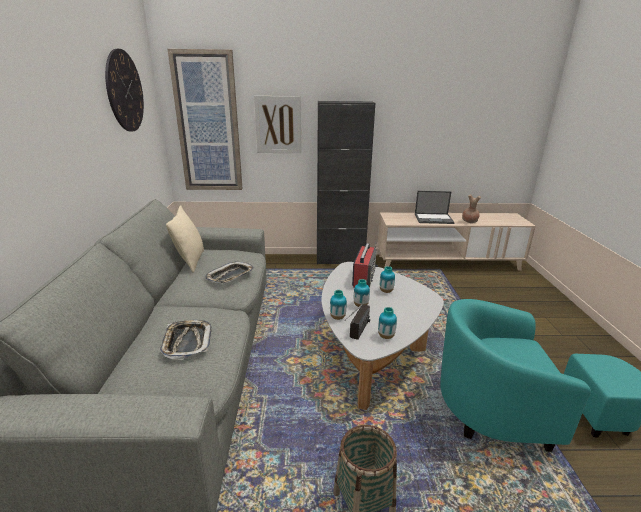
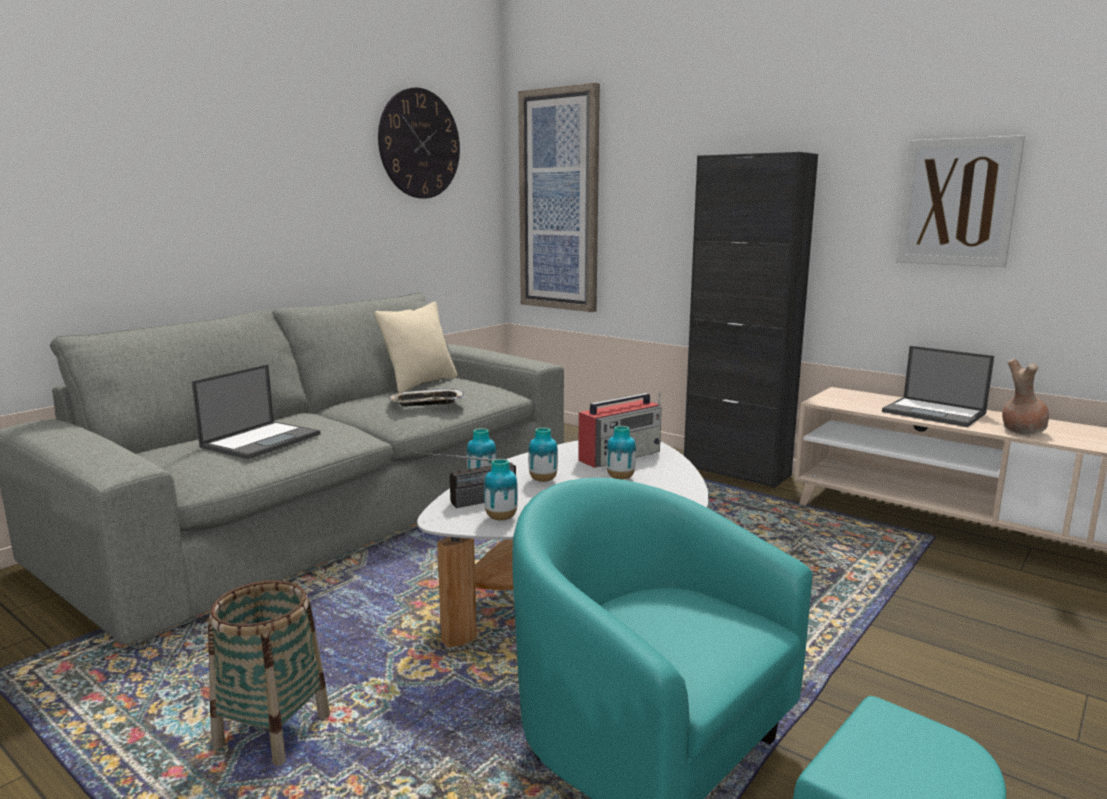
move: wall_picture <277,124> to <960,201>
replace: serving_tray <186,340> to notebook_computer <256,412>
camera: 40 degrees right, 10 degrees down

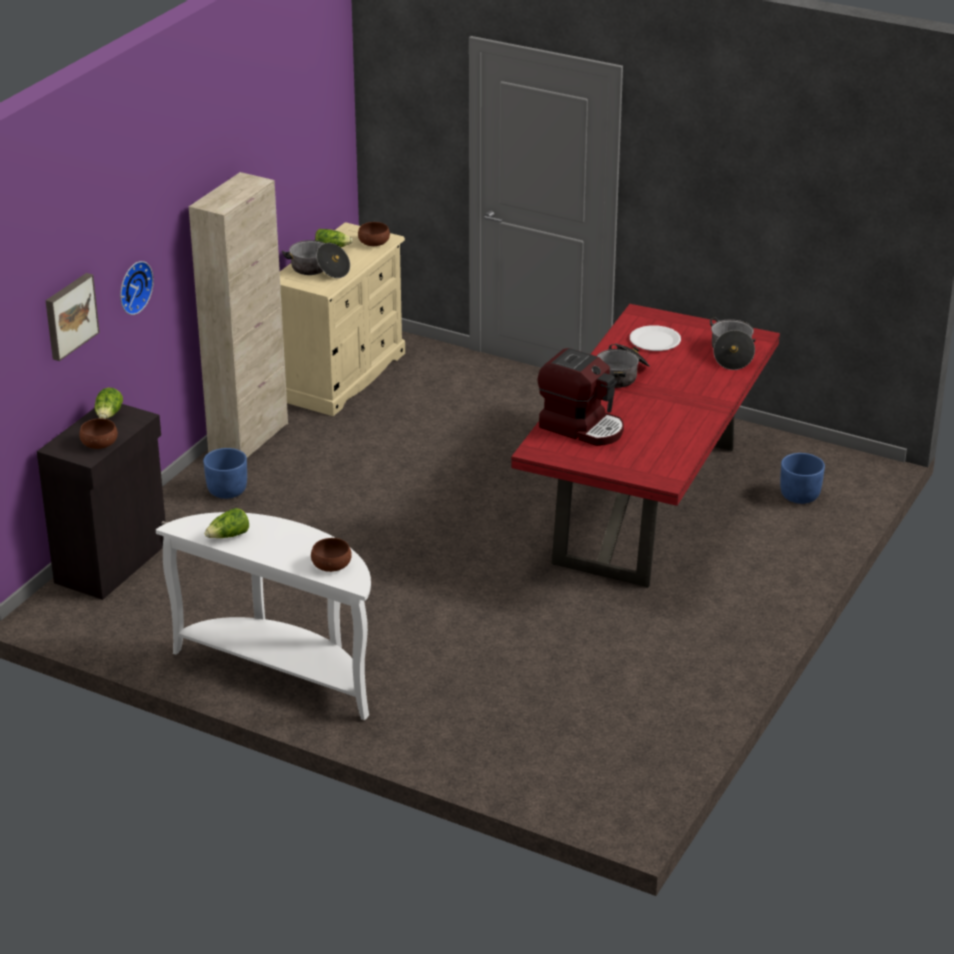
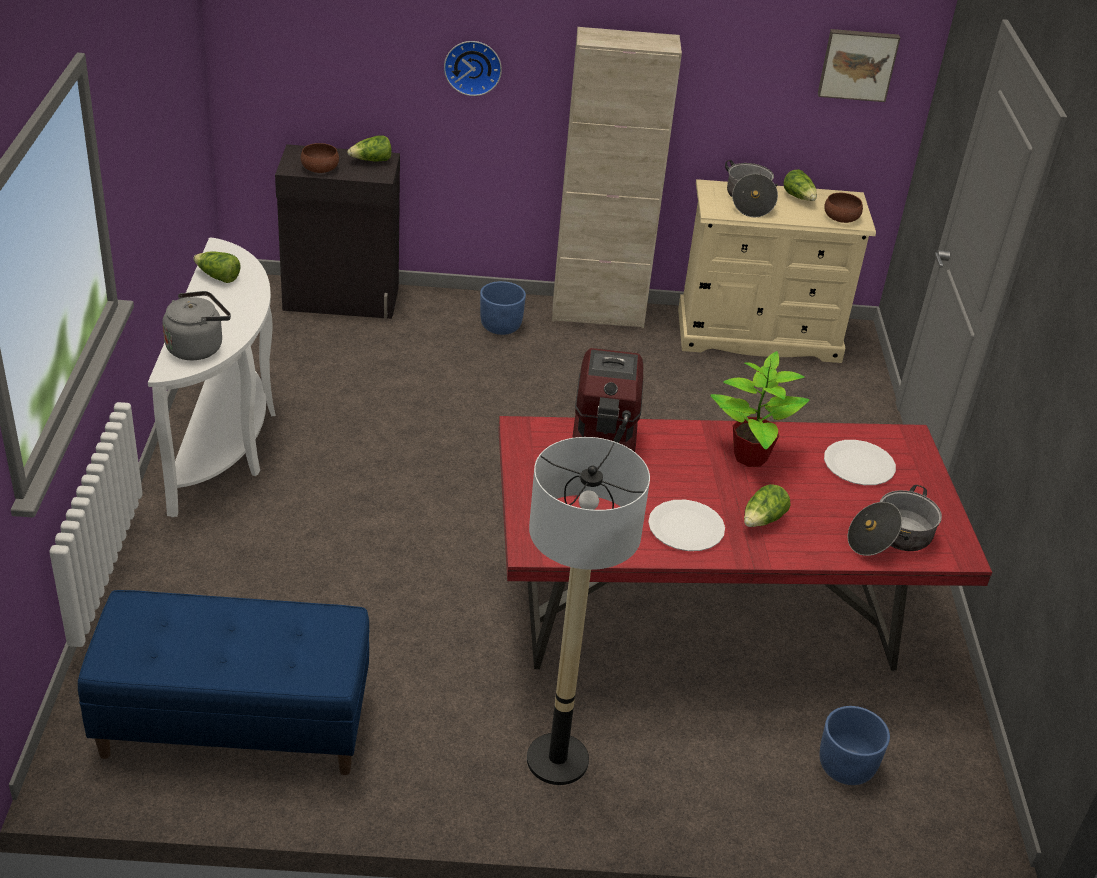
insert: blue_indoor_bench <223,682>; standing_lamp <588,611>; whitish_plate <686,525>; head_of_lettuce <767,505>
move: wall_picture <72,317> to <859,65>
replace: brownish_serving_bowl <331,555> to grey_kettle <197,325>; cooking_pot <623,365> to plant_in_a_pot <759,409>
camera: 60 degrees right, 5 degrees up

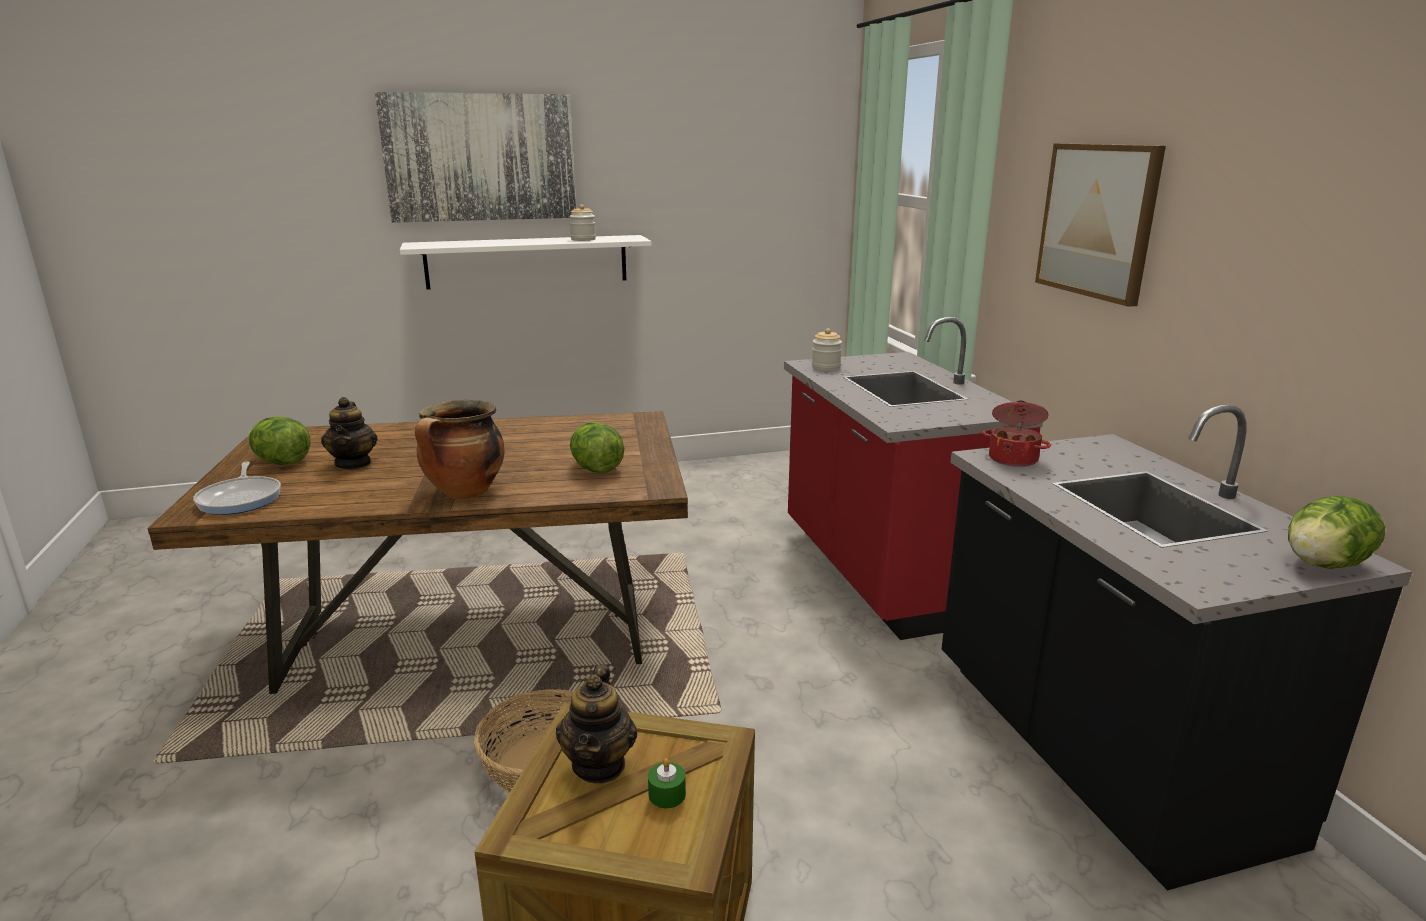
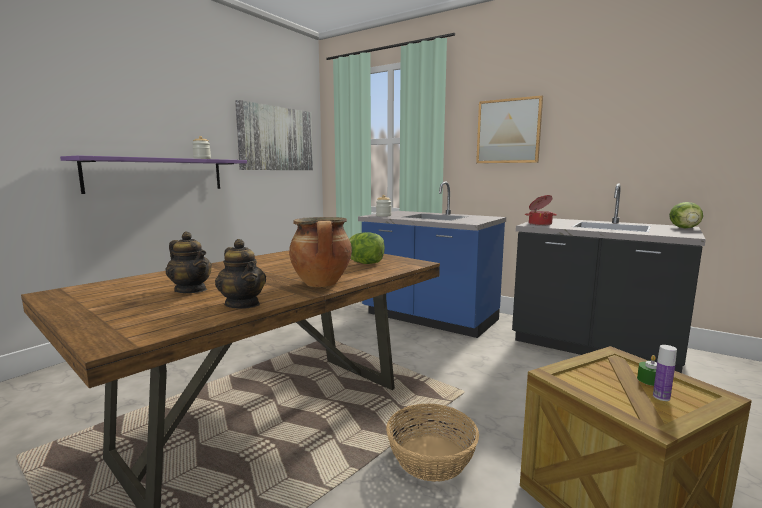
delete: skillet <237,488>; head_of_lettuce <278,441>
insert: bottle <665,373>
move: tea_pot <596,724> to <240,274>; wall_picture <475,157> to <274,135>
recolor: whitish_bracket_shelf <526,262> to purplish_bracket_shelf <153,174>; red-coloured_kitchen_counter <913,478> to blue_kitchen_counter <432,260>
camera: 40 degrees left, 10 degrees down

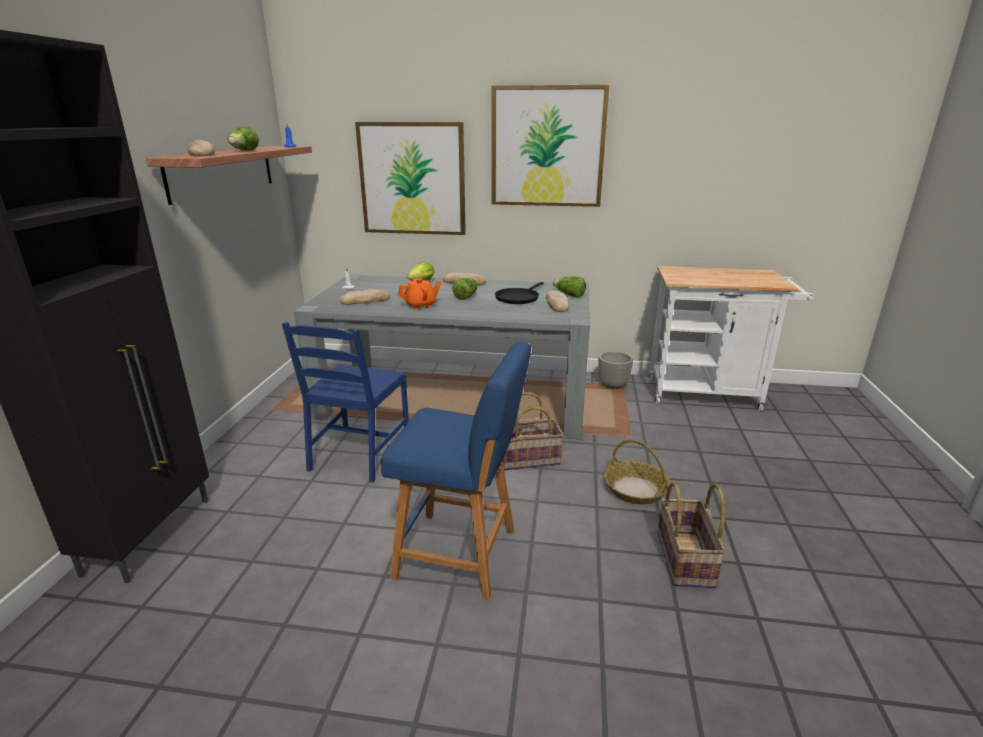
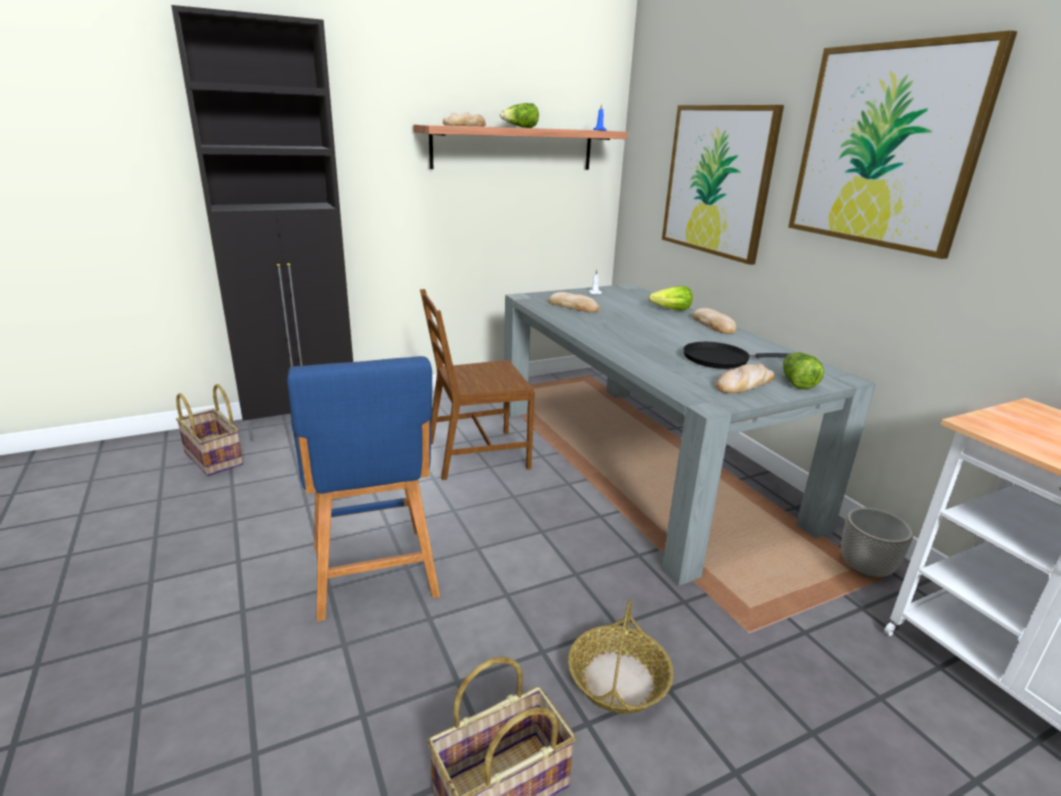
delete: orangey_tea_pot <419,294>; head_of_lettuce <464,289>
move: household_basket <533,431> to <209,430>
recolor: blue_plain_chair <345,402> to brownish_plain_chair <477,384>
camera: 55 degrees right, 0 degrees up

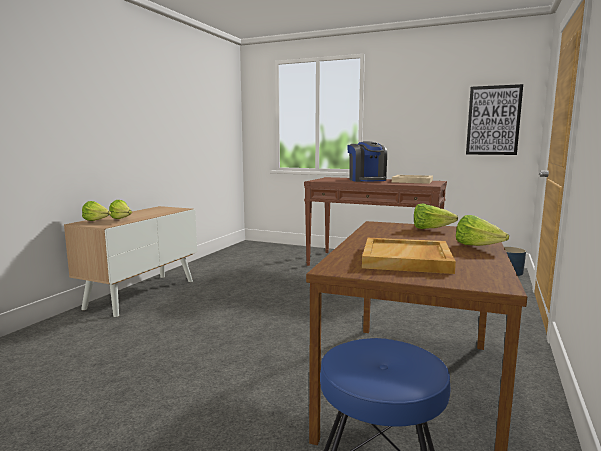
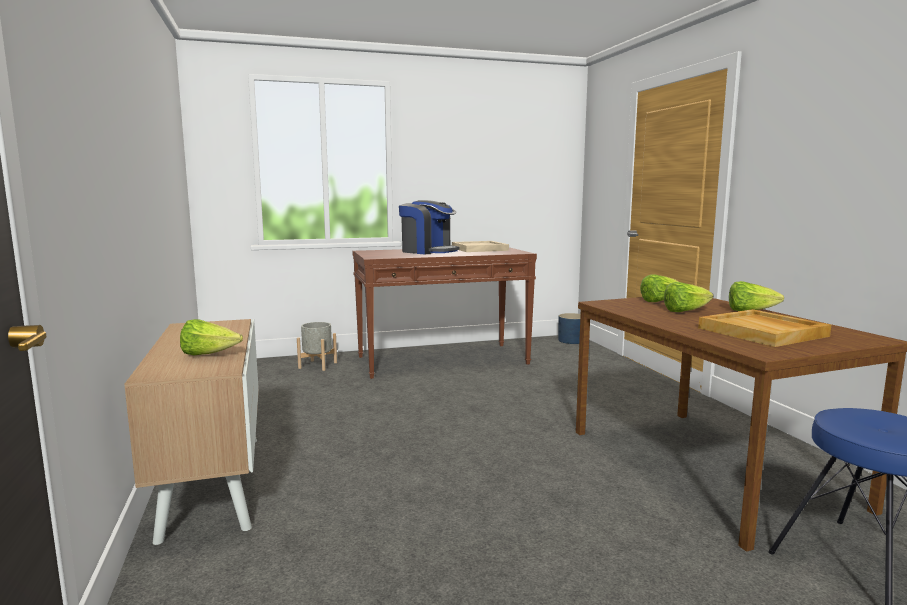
delete: wall_picture <494,119>
insert: grey_flower_pot <317,346>
move: head_of_lettuce <96,211> to <688,297>
camera: 40 degrees left, 0 degrees up

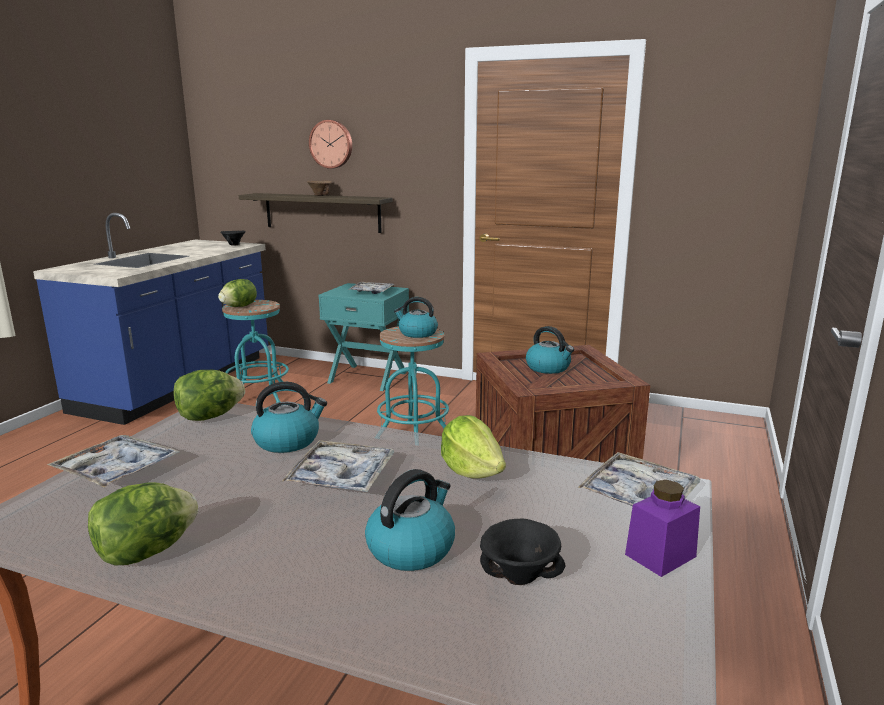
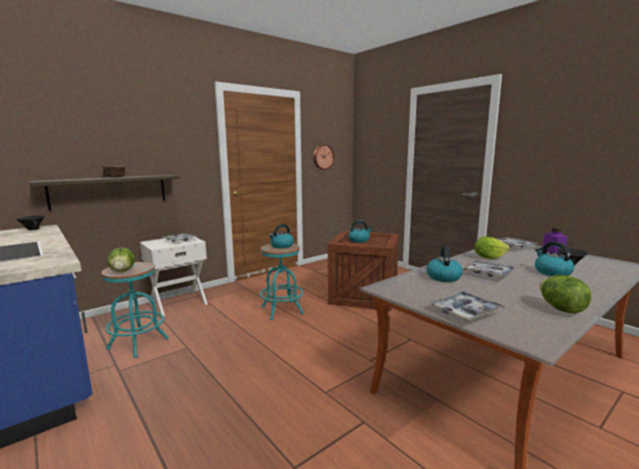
delete: head_of_lettuce <209,395>
move: wall_clock <330,144> to <324,157>
recolor: turquoise-coloured_nightstand <364,337> to whitish_nightstand <173,276>
camera: 60 degrees left, 5 degrees down

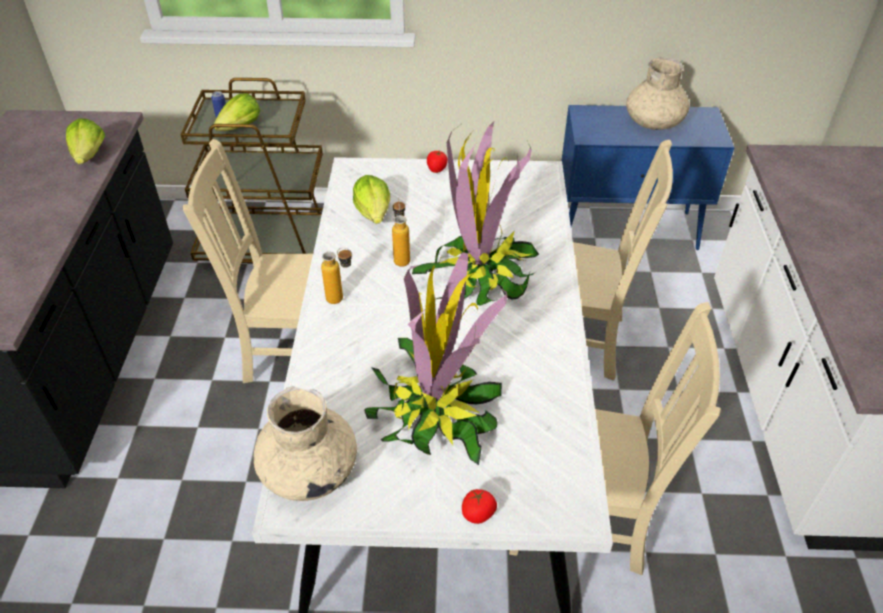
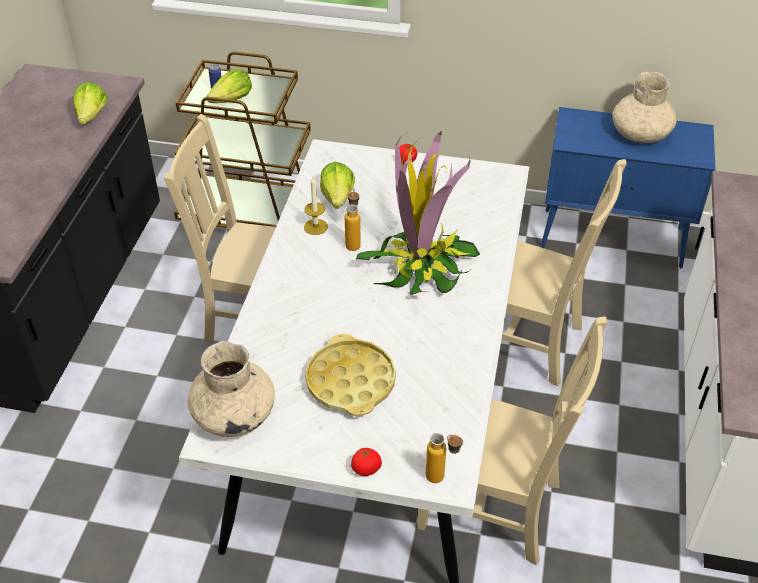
insert: wax_candle <316,206>
move: bottle <336,276> to <444,458>
replace: plant_in_a_pot <435,358> to yellowish_serving_tray <350,375>
camera: 10 degrees right, 0 degrees up

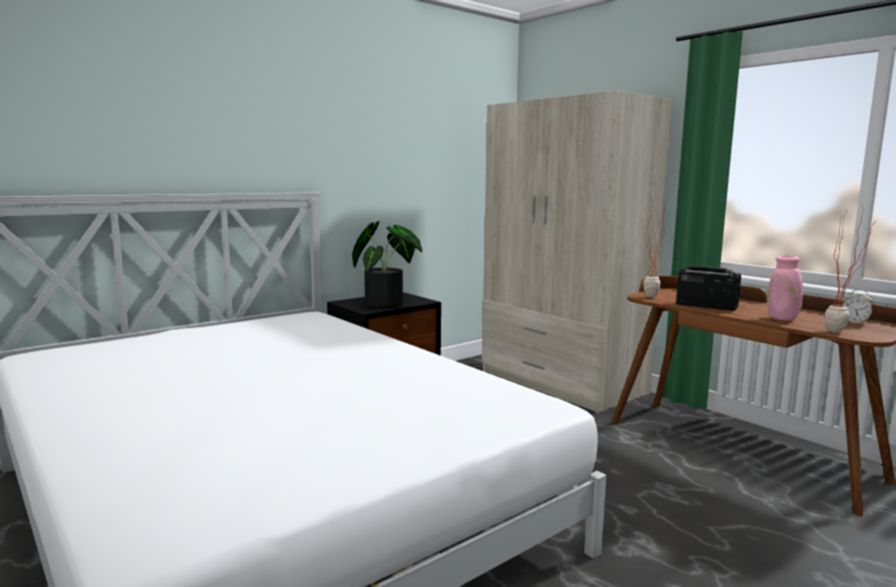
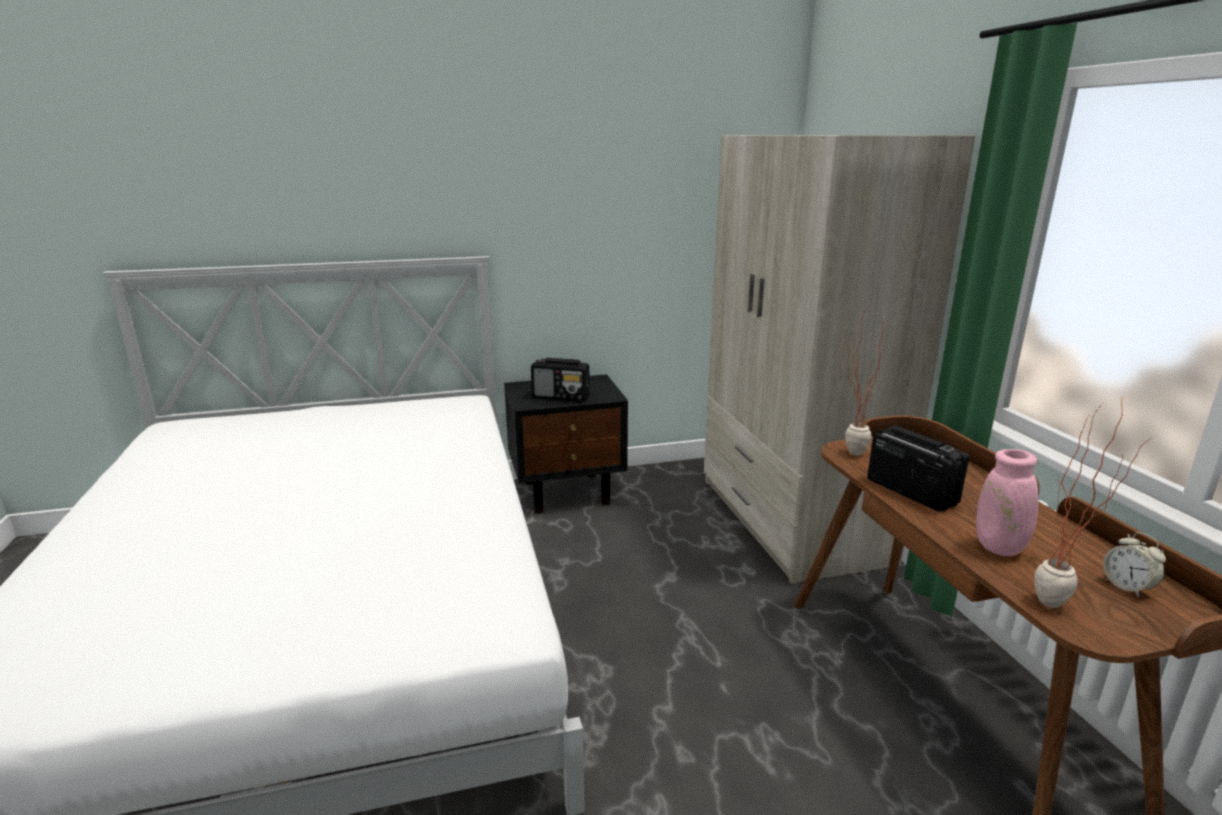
replace: plant_in_a_pot <387,265> to radio_set <560,380>
camera: 25 degrees right, 10 degrees up

